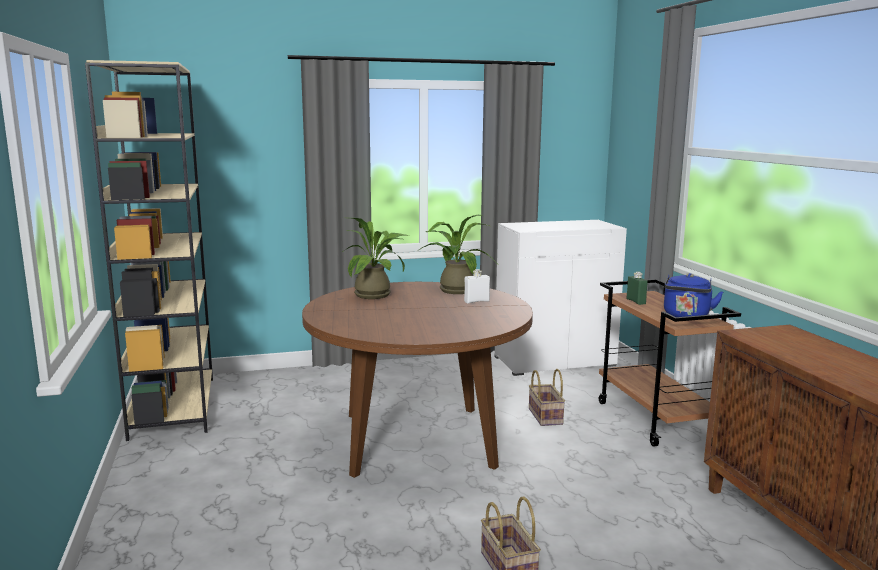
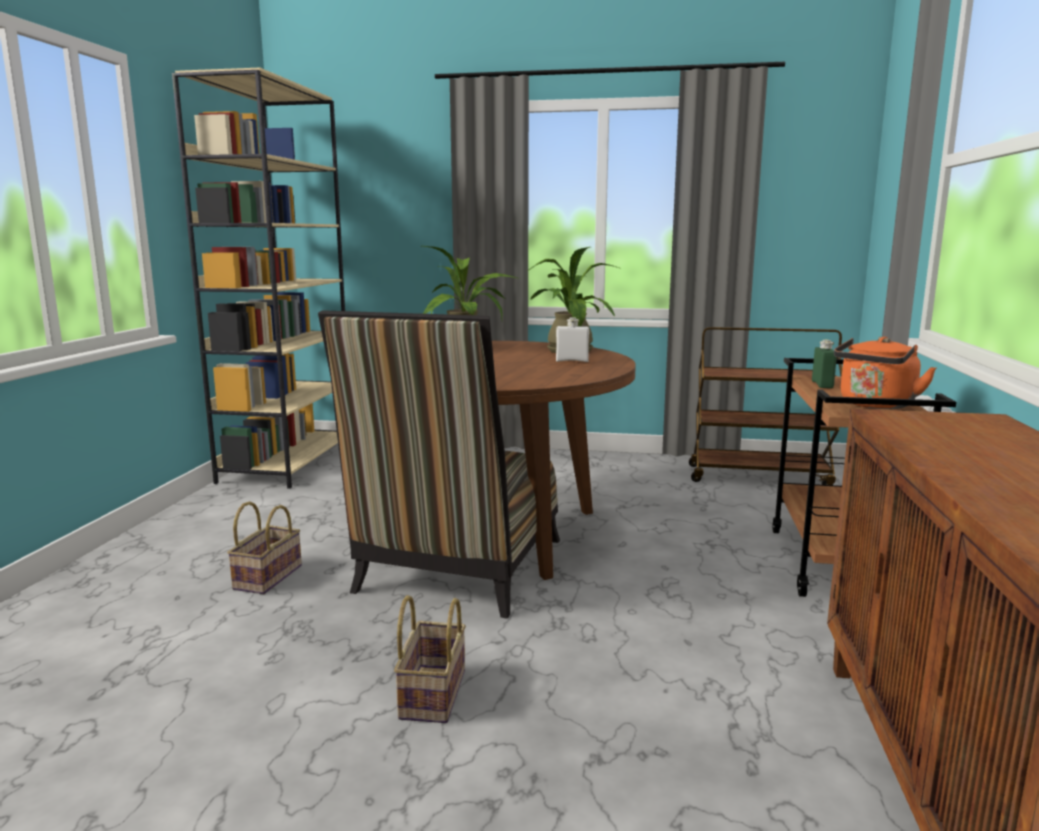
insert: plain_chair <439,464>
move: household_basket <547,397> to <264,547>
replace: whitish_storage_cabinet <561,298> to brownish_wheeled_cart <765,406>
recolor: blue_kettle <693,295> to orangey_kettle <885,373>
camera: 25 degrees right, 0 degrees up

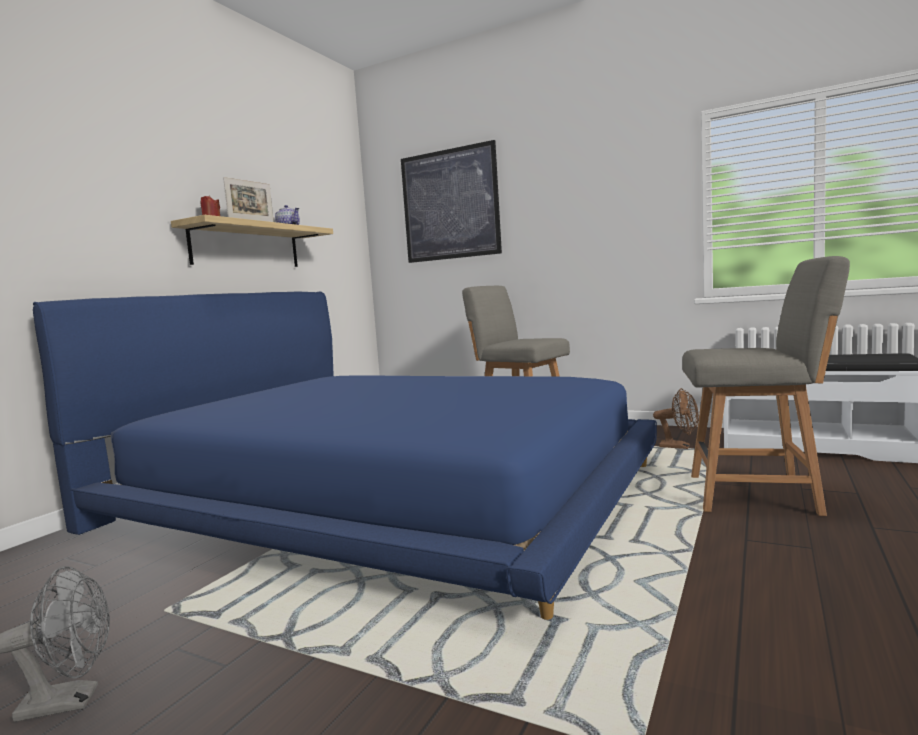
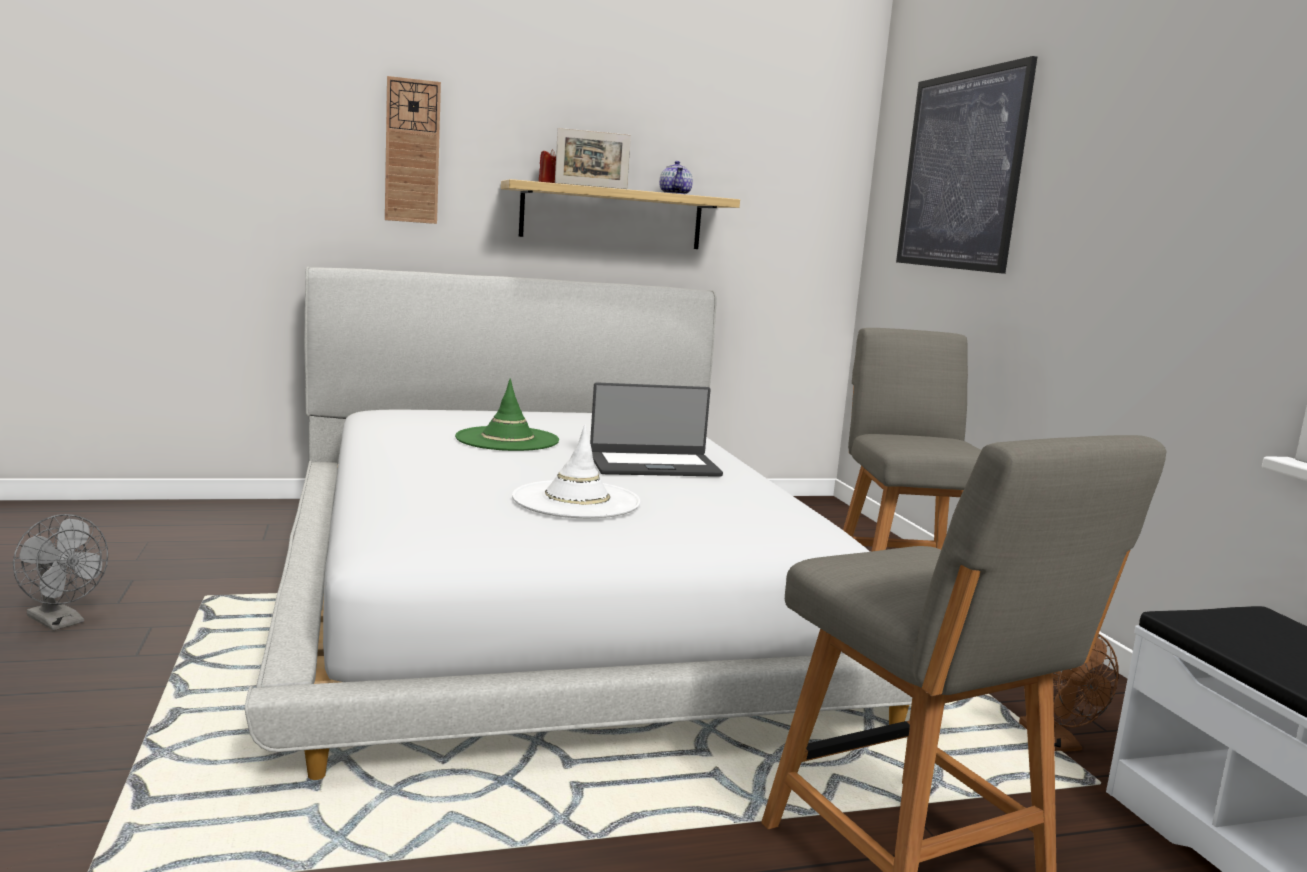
insert: wall_clock <413,150>; green-coloured_wearable_hat <507,414>; whitish_wearable_hat <576,471>; notebook_computer <656,429>
recolor: blue_bedroom_bed <345,455> to whitish_bedroom_bed <578,523>
camera: 45 degrees right, 5 degrees up

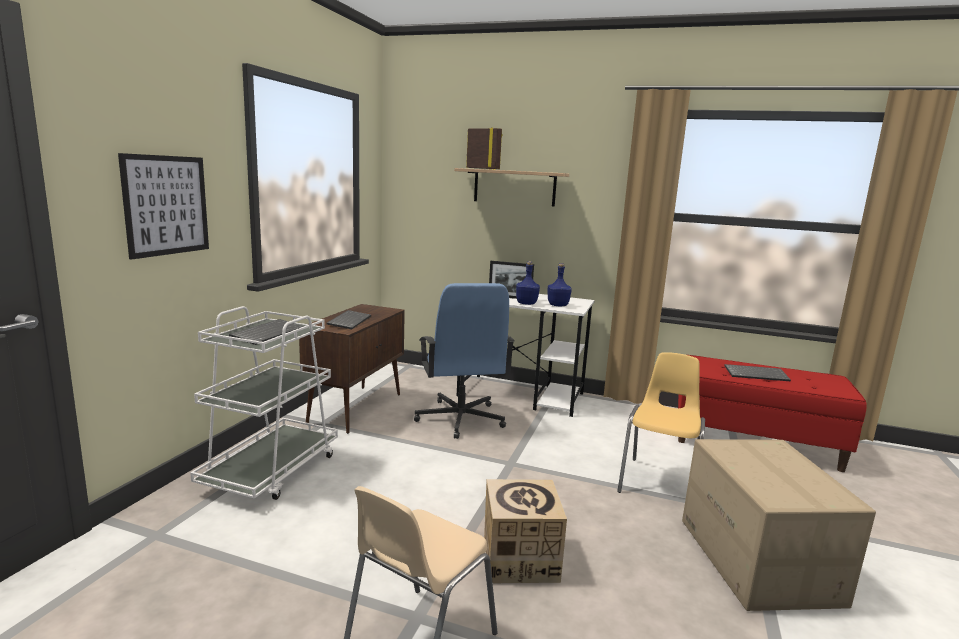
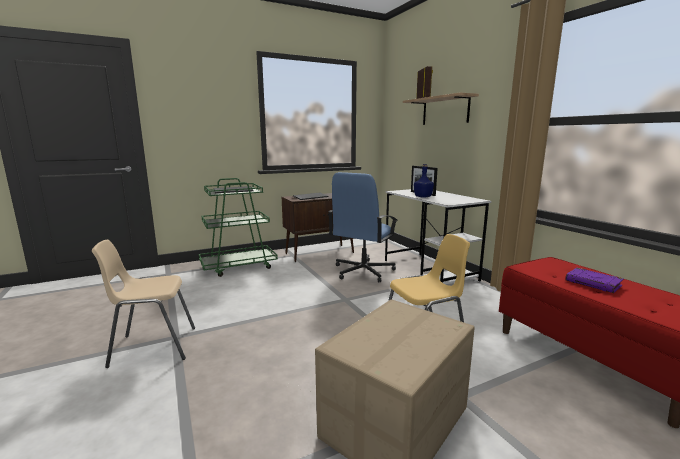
delete: wall_picture <163,206>; carton <525,531>; blue_bottle <559,284>
replace: computer_keyboard <757,372> to purplish_bound_book <594,280>
recolor: whitish_wheeled_cart <264,403> to green-coloured_wheeled_cart <238,227>
camera: 45 degrees right, 0 degrees up

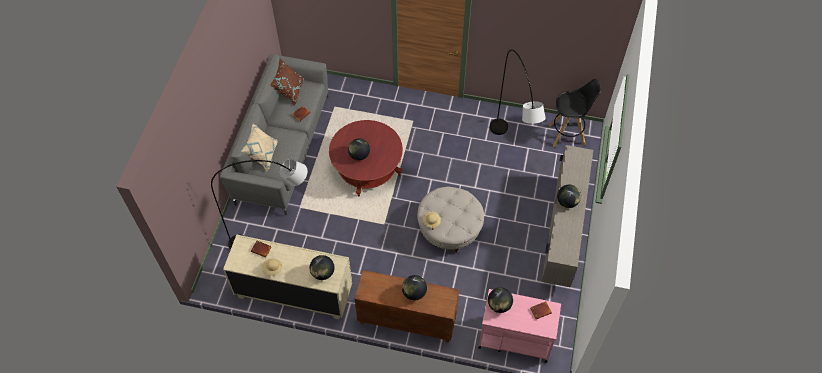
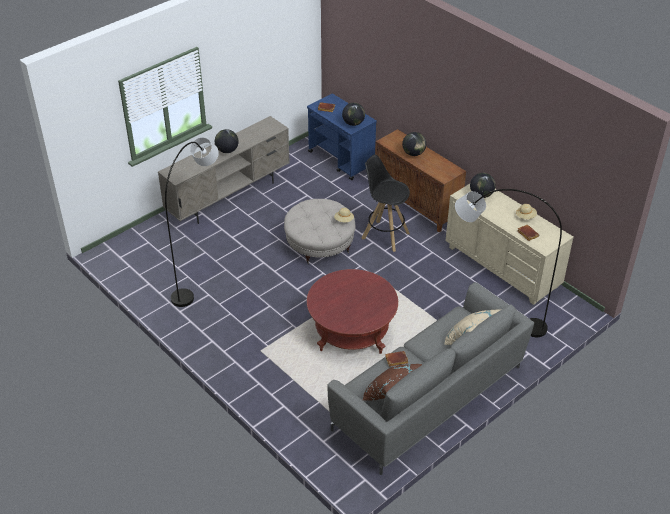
delete: globe <359,149>
move: blackish_stool_seat <574,113> to <386,203>
recolor: pinkish_wheeled_cart <519,326> to blue_wheeled_cart <342,137>
camera: 145 degrees left, 15 degrees down

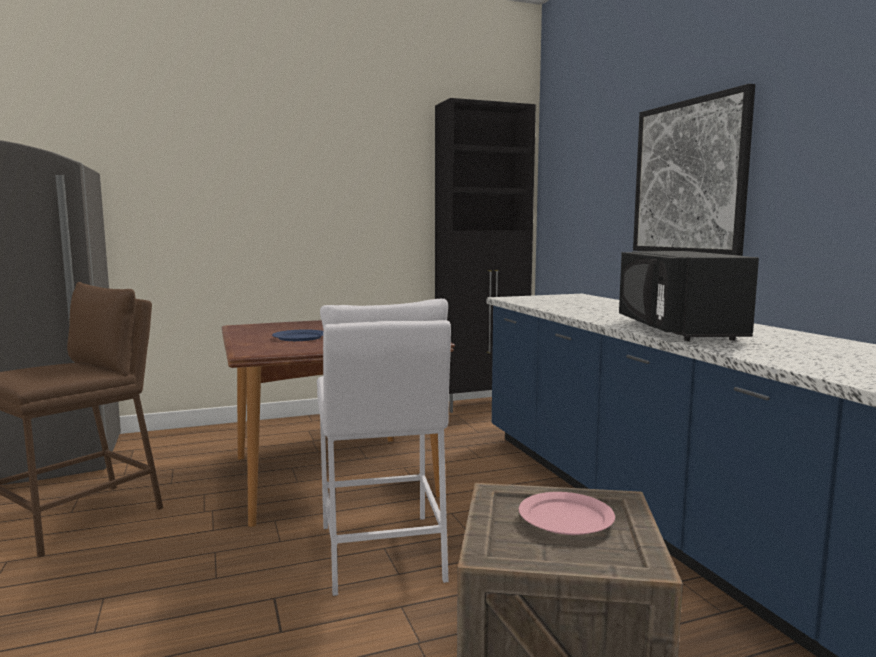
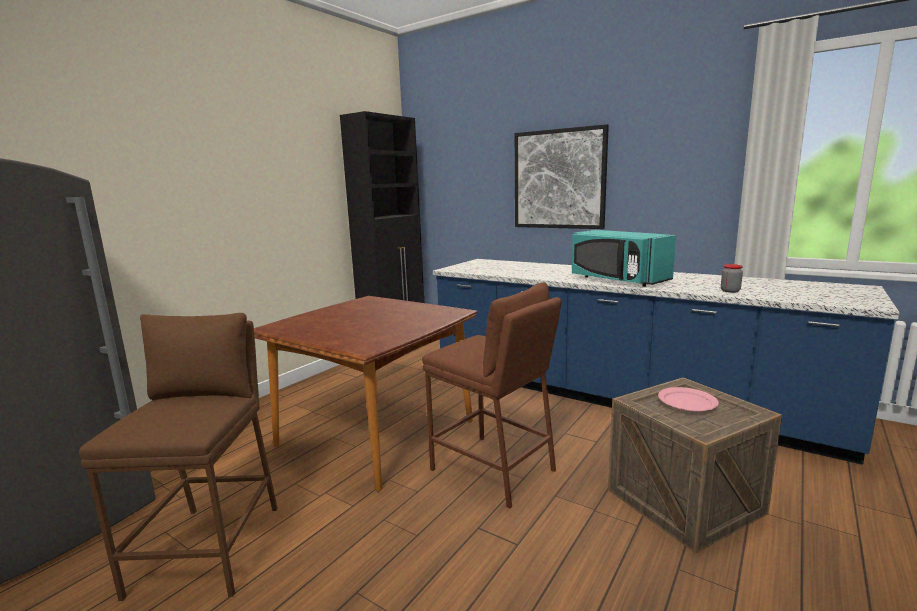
delete: blue_plate <297,335>
insert: storage_jar <732,278>
recolor: whitish_stool_seat <384,447> to brownish_stool_seat <492,395>; blackish_microwave_oven <689,296> to turquoise-coloured_microwave_oven <624,258>
camera: 35 degrees left, 5 degrees up

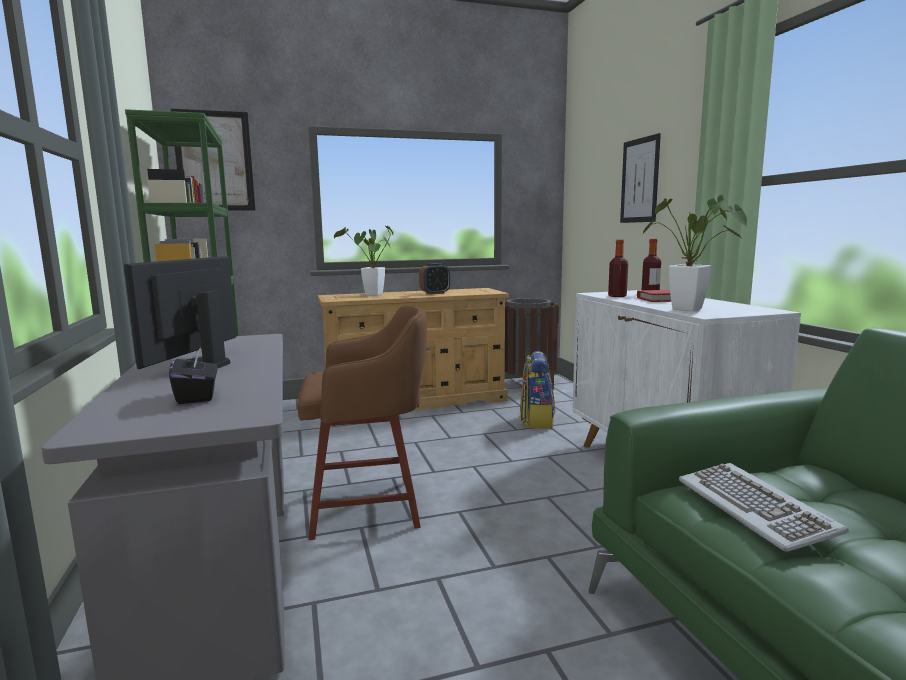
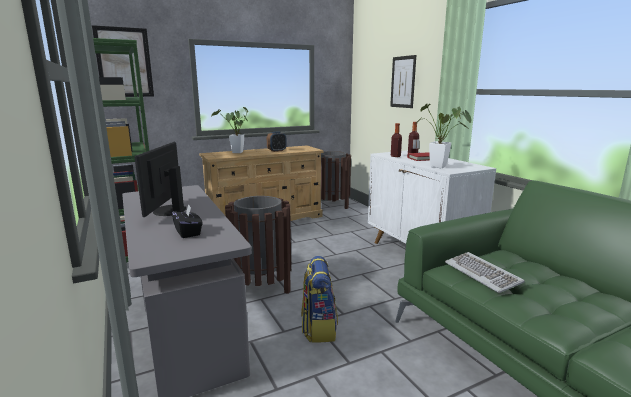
move: backpack <537,390> to <319,299>
replace: brownish_stool_seat <362,422> to brownish_rubbish_bin <258,245>
camera: 10 degrees left, 5 degrees up

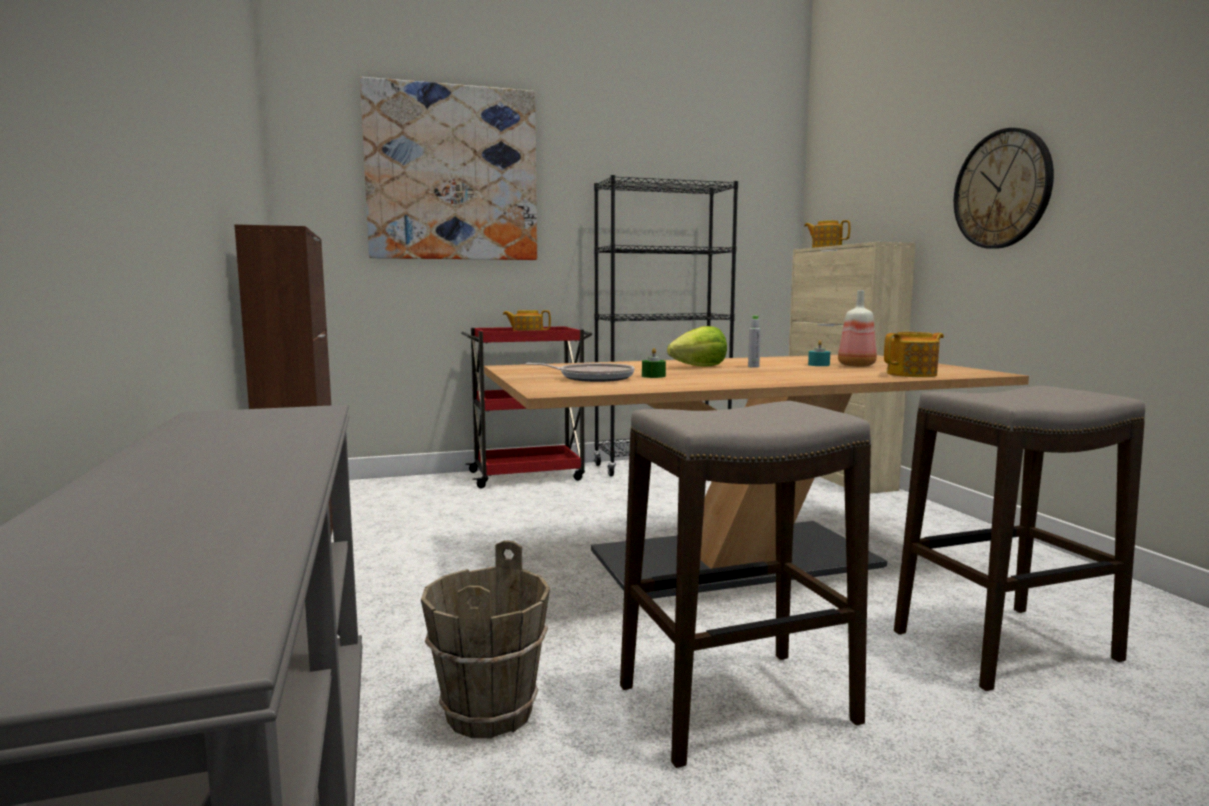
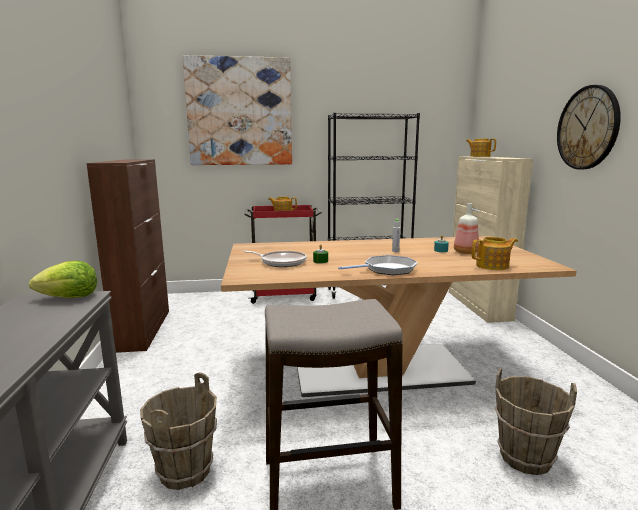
insert: skillet <378,265>
move: head_of_lettuce <697,346> to <63,279>
replace: stool_seat <1019,538> to brownish_pail <536,421>
camera: 10 degrees right, 5 degrees up

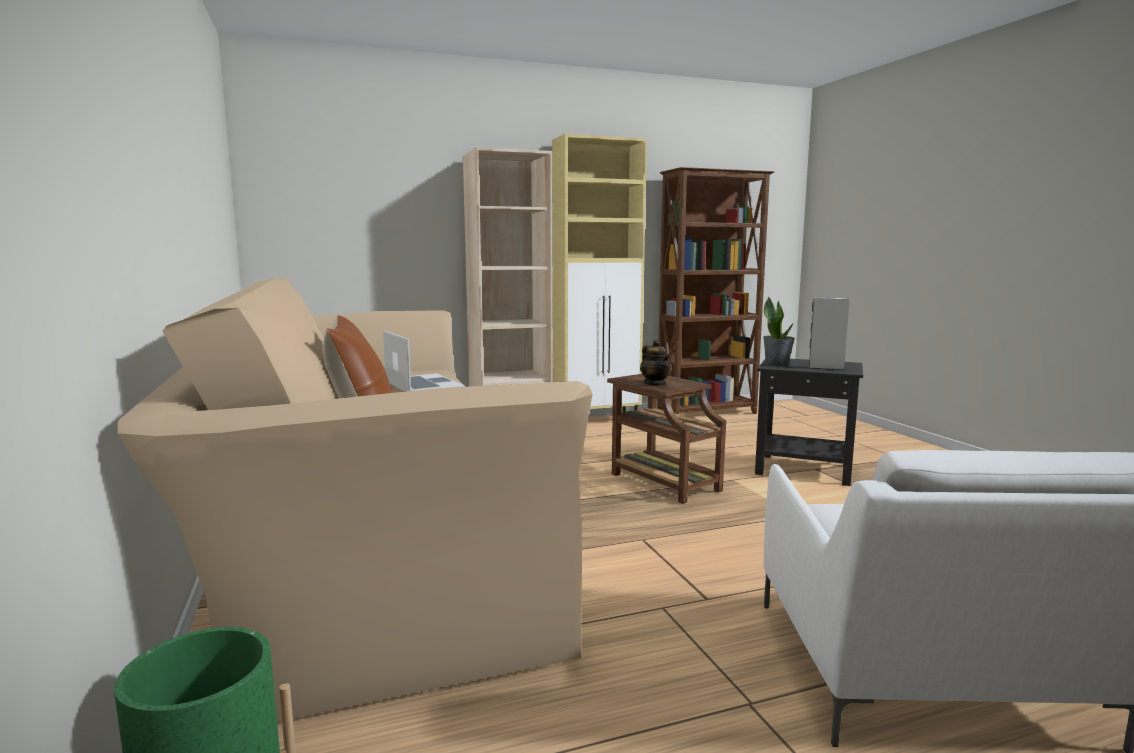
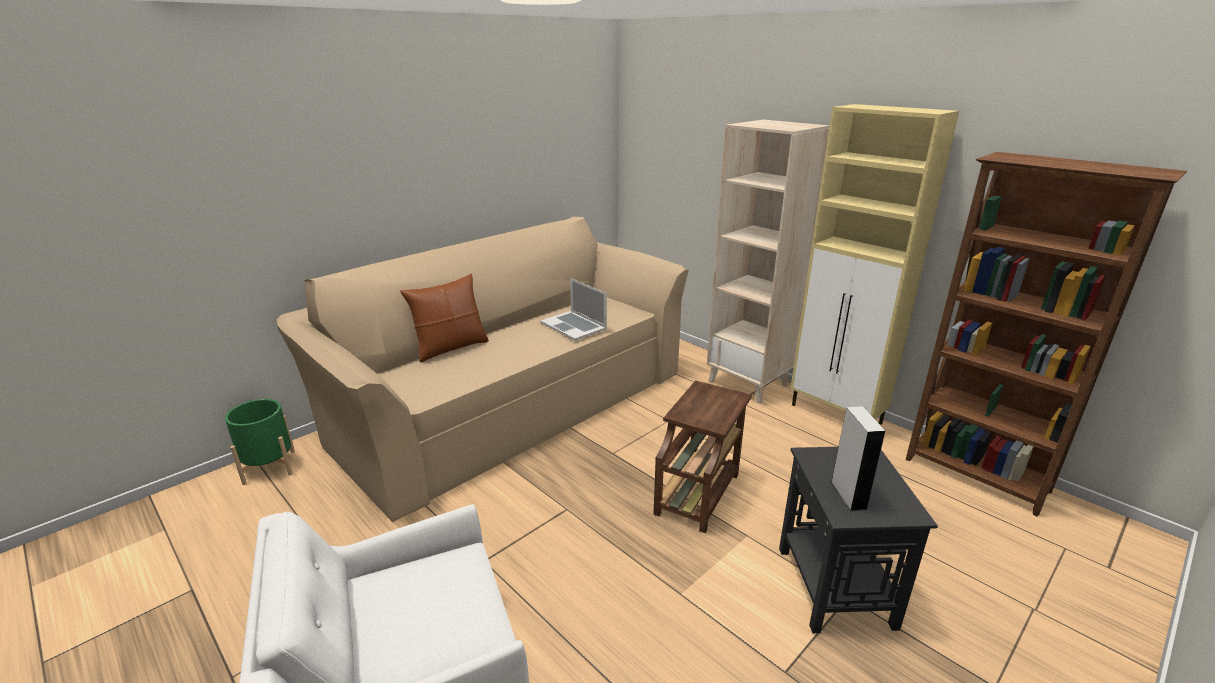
delete: tea_pot <655,363>; plant_in_a_pot <779,331>
rotate: notebook_computer <424,361> = <573,309> 105 degrees clockwise
camera: 65 degrees right, 15 degrees up

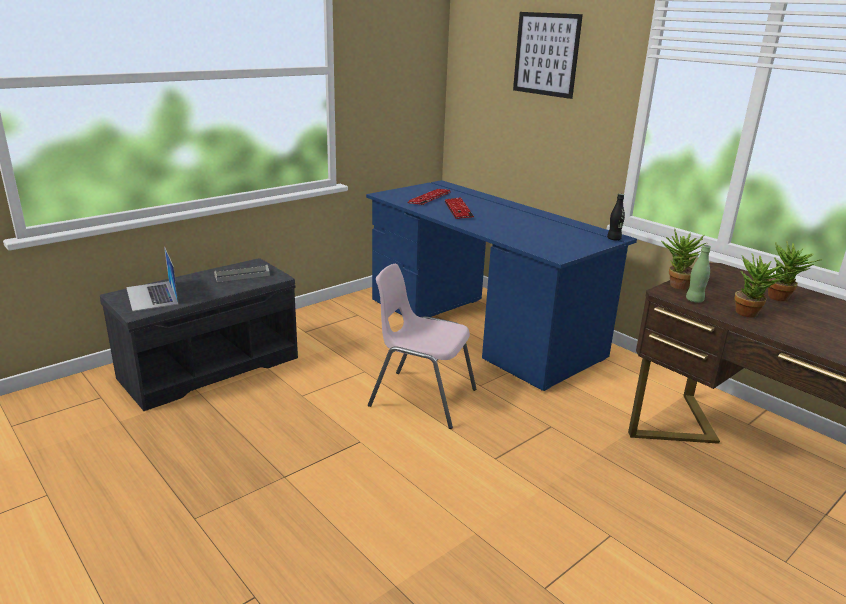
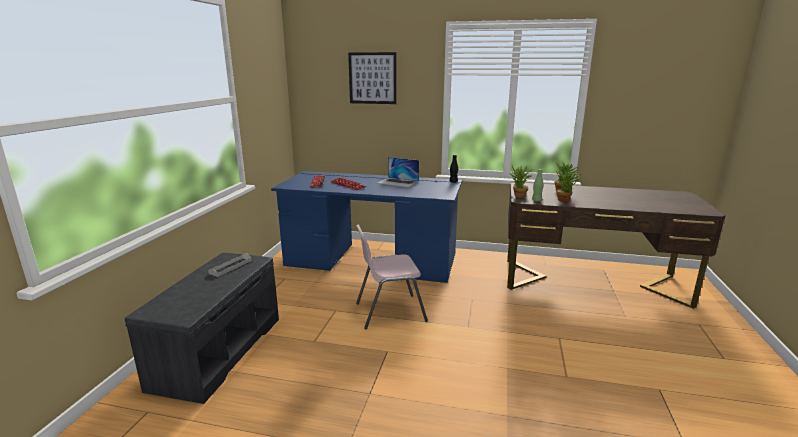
move: notebook_computer <152,278> to <398,172>
camera: 35 degrees left, 5 degrees down

